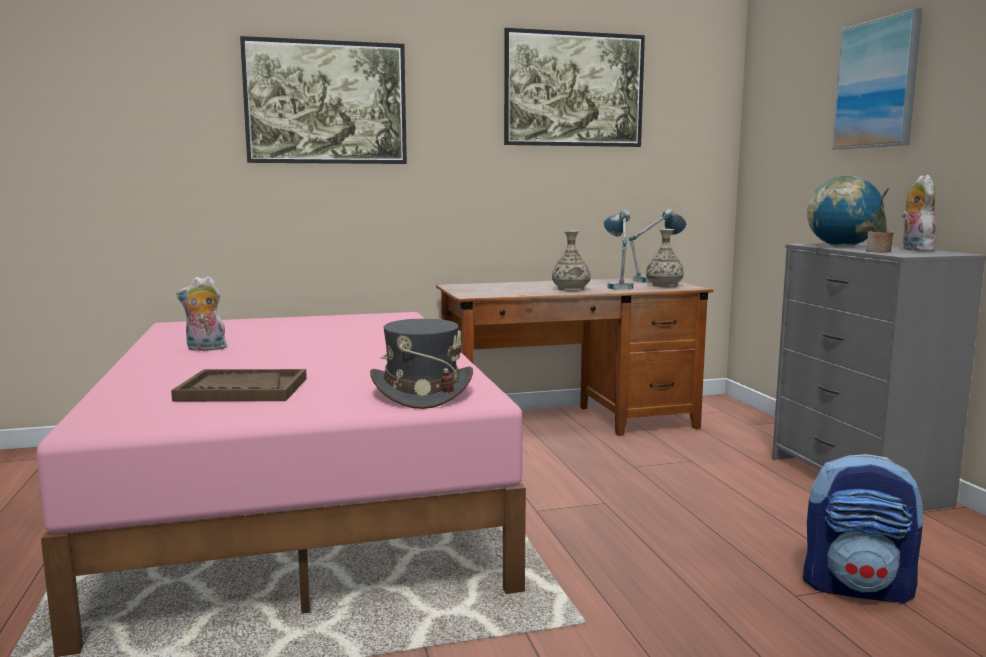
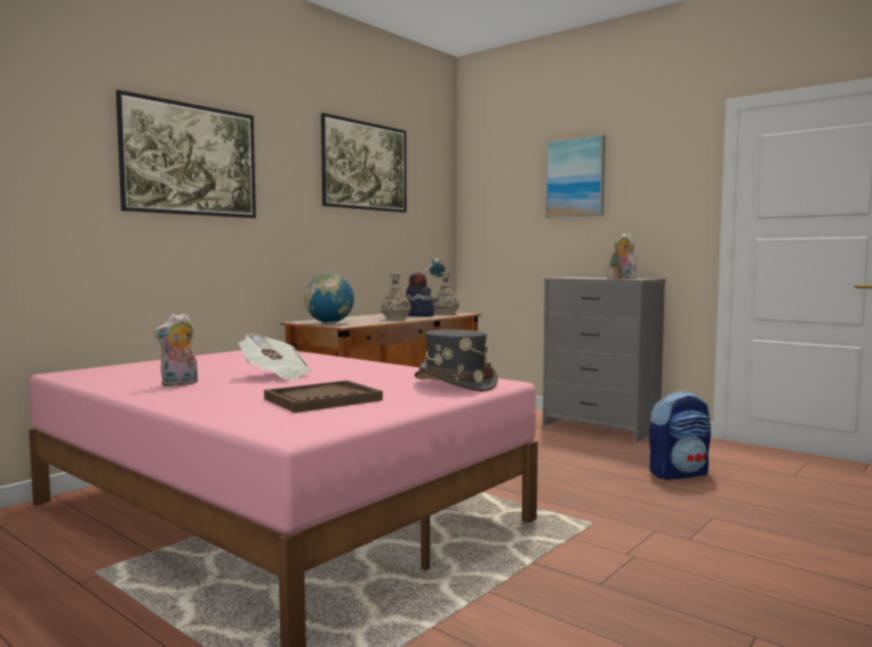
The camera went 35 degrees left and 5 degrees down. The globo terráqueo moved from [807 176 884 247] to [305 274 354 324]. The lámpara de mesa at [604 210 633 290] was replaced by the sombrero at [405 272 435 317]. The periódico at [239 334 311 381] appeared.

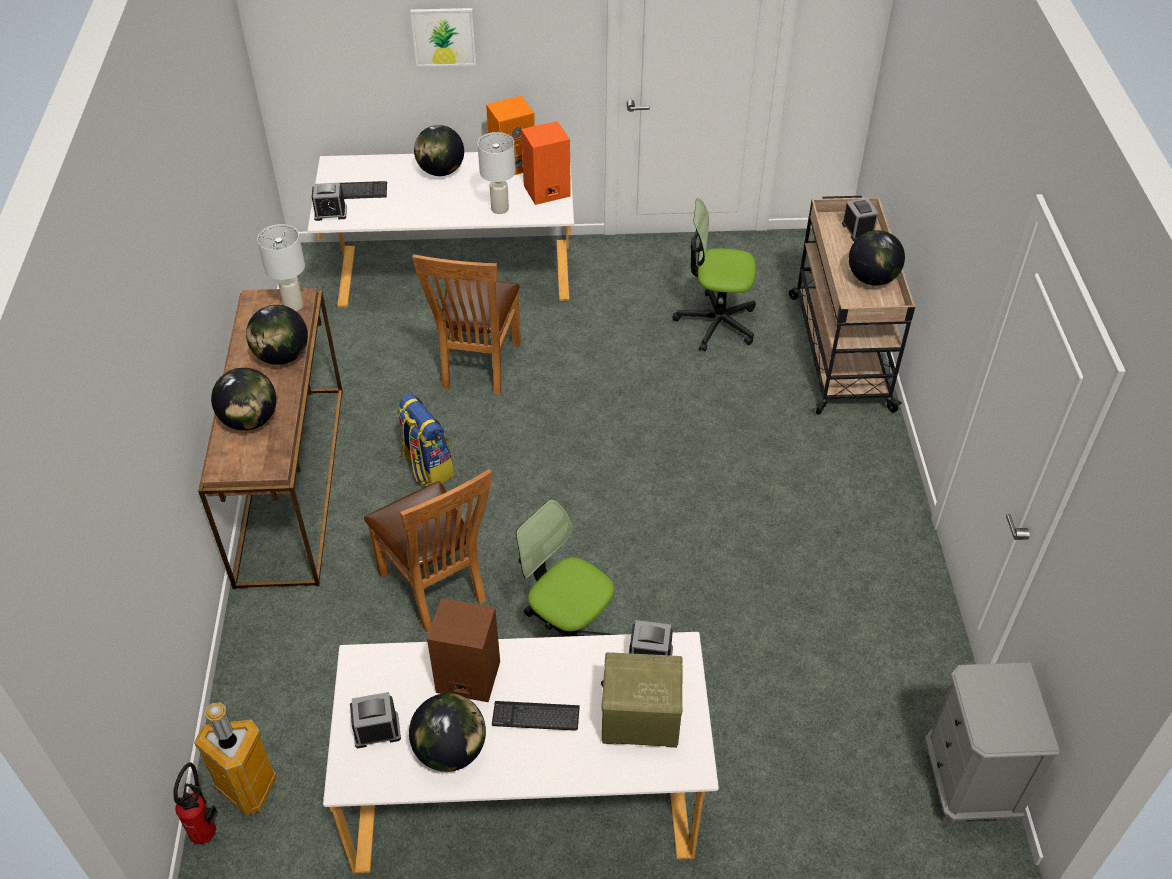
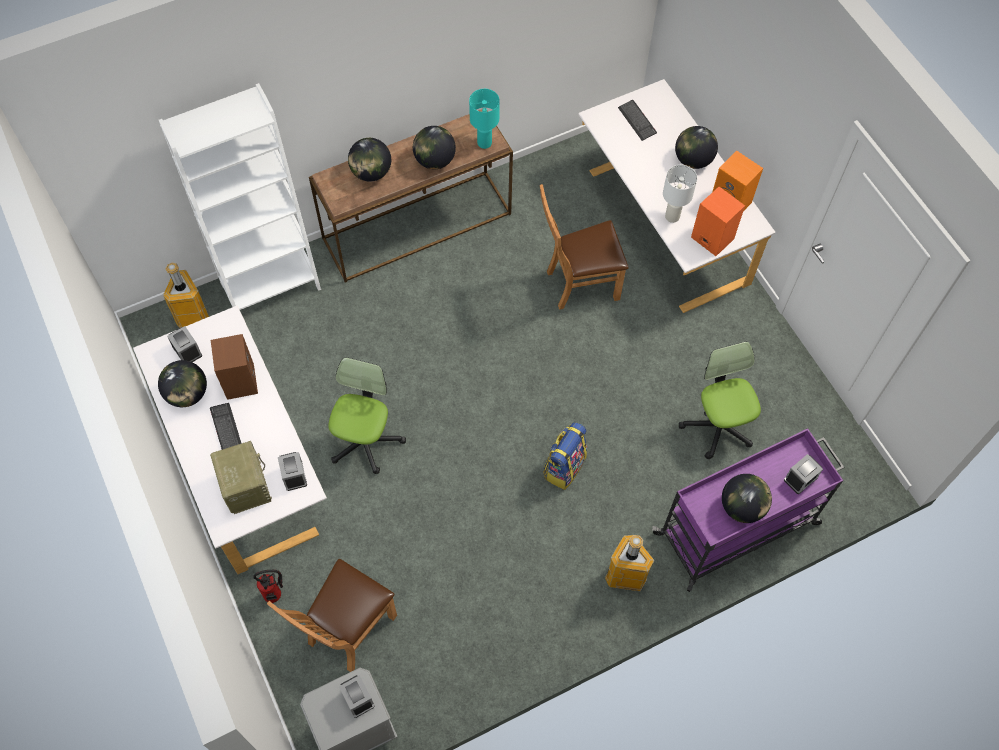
The camera went 65 degrees right and 15 degrees up. The cuadro at [410 8 476 67] disappeared. The despertador moved from [312 182 347 221] to [339 675 375 718]. The carrito (beis) at [789 196 915 415] became the carrito (morado) at [652 428 844 592]. The lámpara de mesa (blanco) at [257 224 305 311] became the lámpara de mesa (turquesa) at [469 89 500 149]. The mochila moved from [397 394 454 486] to [543 422 587 490]. The silla (marrón) moved from [364 469 492 633] to [267 559 397 672]. The extintor moved from [173 762 217 844] to [253 570 283 603]. The estantería (blanco) at [159 83 321 310] appeared. The papelera at [605 535 654 591] appeared.

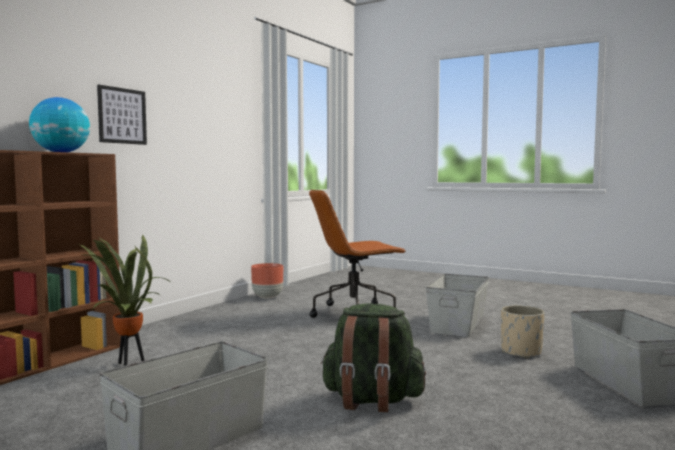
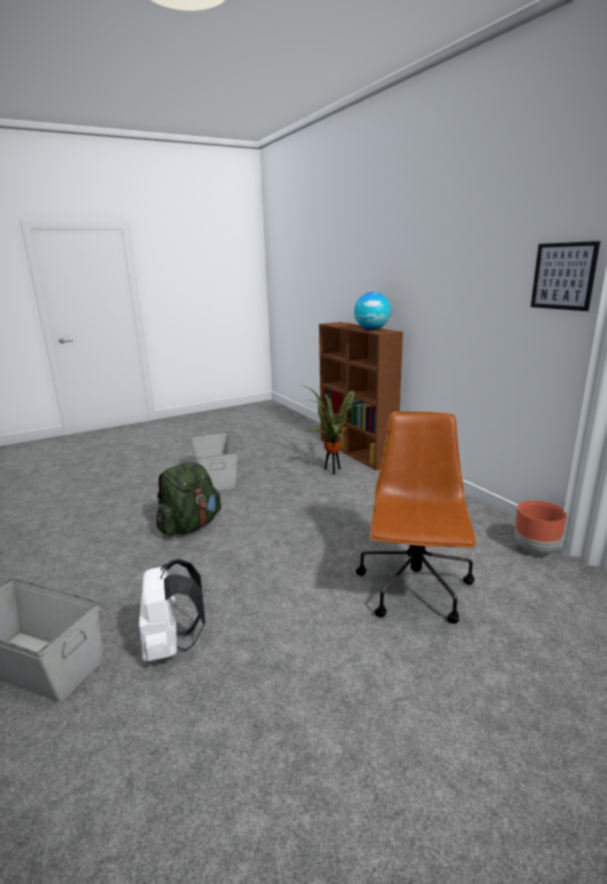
The camera went 120 degrees right and 15 degrees up. The cuadro moved from [97 84 147 145] to [531 241 600 311]. The caja de almacenaje (gris) at [425 274 489 337] disappeared. The maceta (beis) at [501 305 545 358] was replaced by the mochila (blanco) at [139 559 206 661].

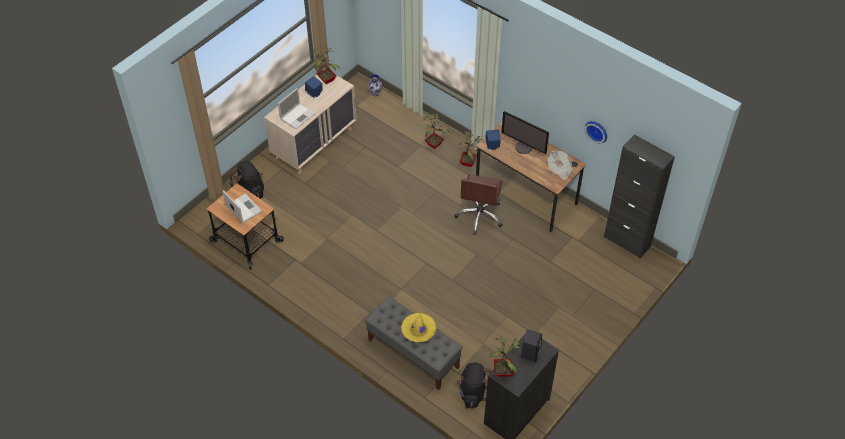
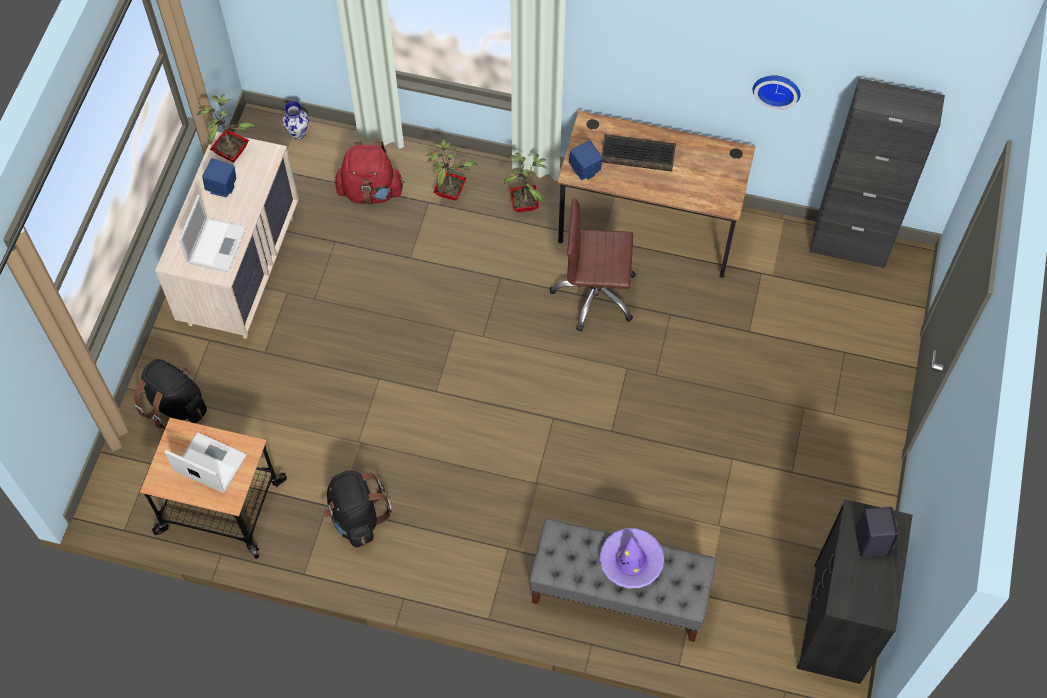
The camera went 25 degrees left and 10 degrees up. The monitor at [501 111 549 154] was replaced by the teclado at [602 134 676 172]. The periódico at [547 150 573 180] disappeared. The silla de oficina (marrón) at [454 174 503 235] turned 105 degrees clockwise. The sombrero (amarillo) at [401 313 436 342] became the sombrero (morado) at [600 528 664 588]. The planta en maceta at [490 337 521 377] disappeared. The mochila (negro) moved from [456 362 491 408] to [323 470 392 548]. The mochila (rojo) at [335 141 404 204] appeared.

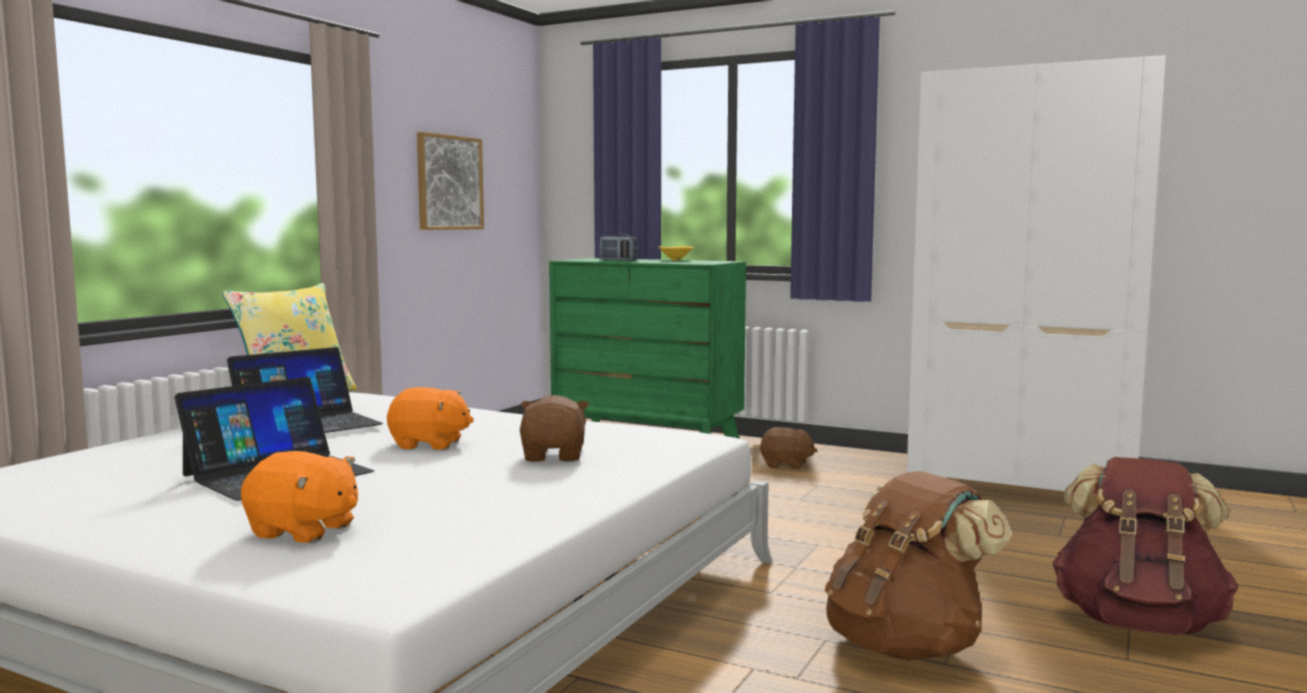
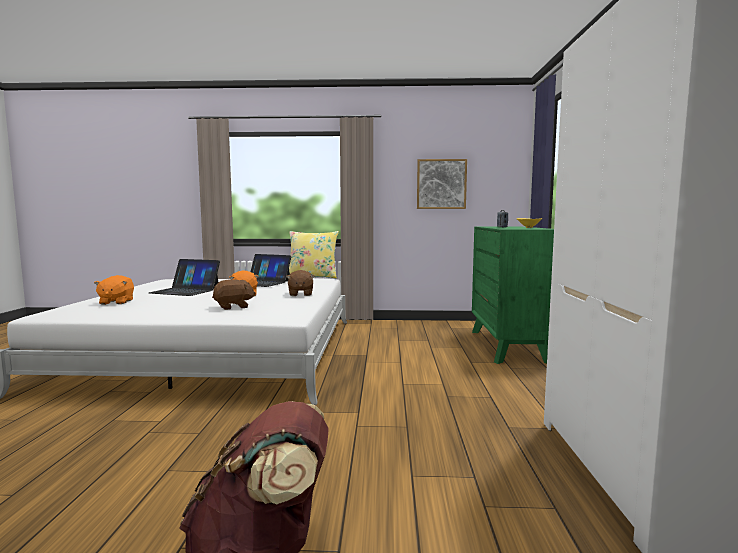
The camera went 65 degrees right and 0 degrees up. The peluche (marrón) moved from [760 427 817 470] to [286 270 314 296]. The mochila (marrón) at [825 471 1011 661] disappeared.

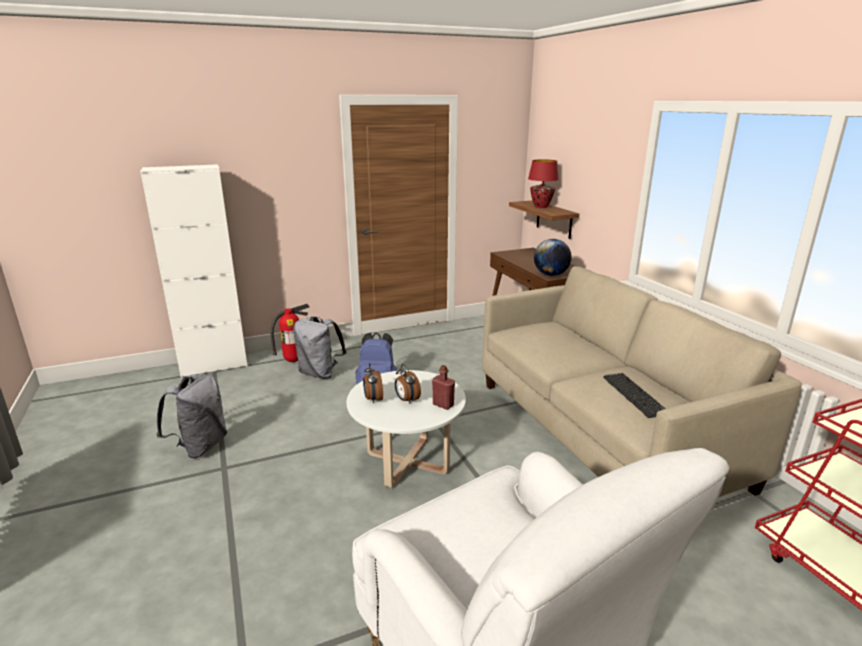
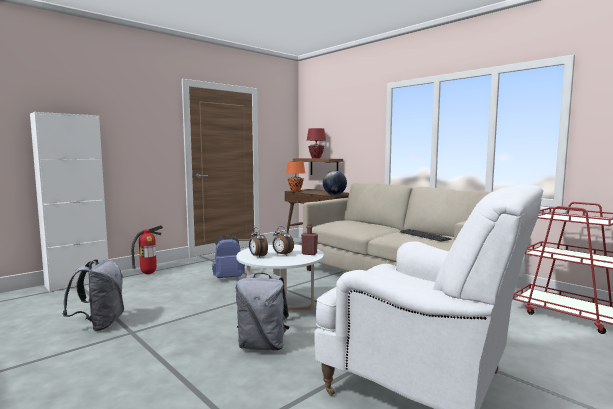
The camera went 20 degrees left and 15 degrees down. The mochila (gris) moved from [293 316 347 379] to [236 273 289 350]. The lámpara de mesa (naranja) at [286 161 305 191] appeared.

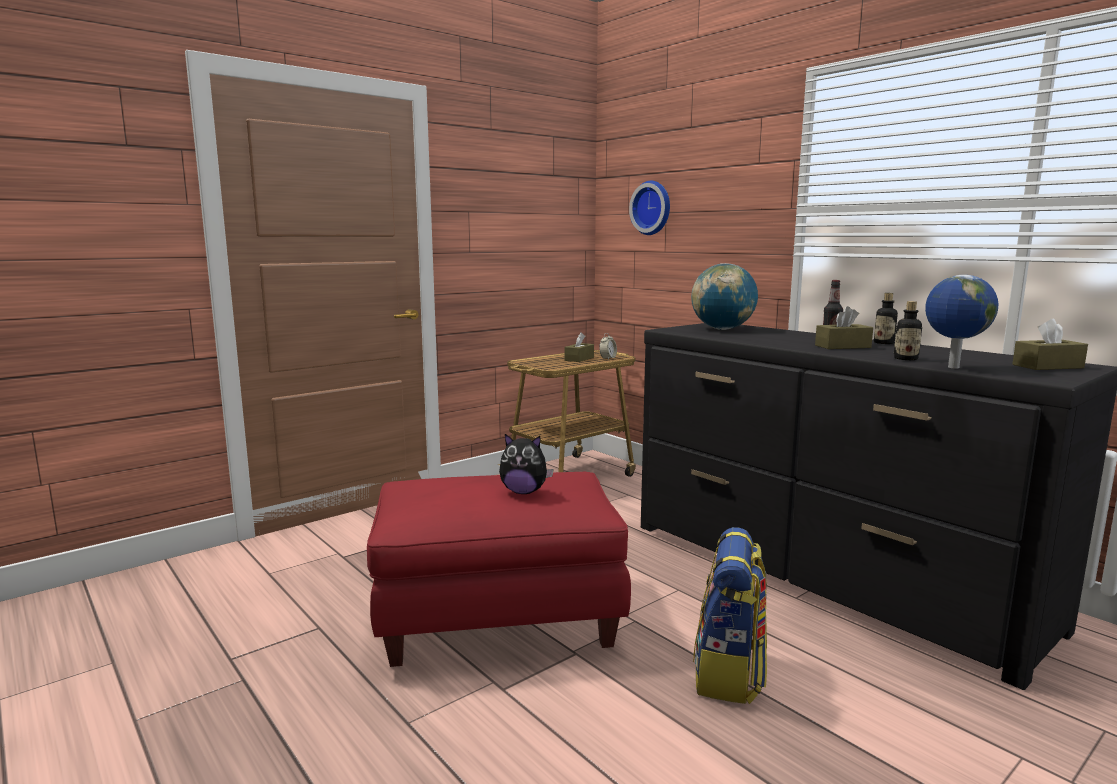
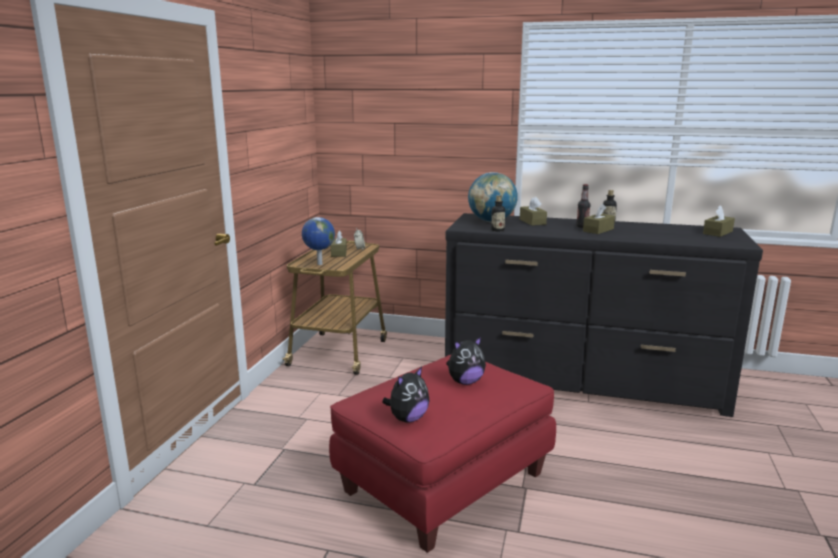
The camera went 35 degrees left and 5 degrees up. The reloj de pared at [629 181 670 235] disappeared. The globo terráqueo moved from [925 275 998 369] to [302 217 335 265]. The botella moved from [894 301 922 360] to [491 195 505 231]. The mochila at [693 527 767 704] disappeared. The caja de pañuelos (marrón) at [520 196 547 226] appeared. The peluche at [382 367 430 423] appeared.

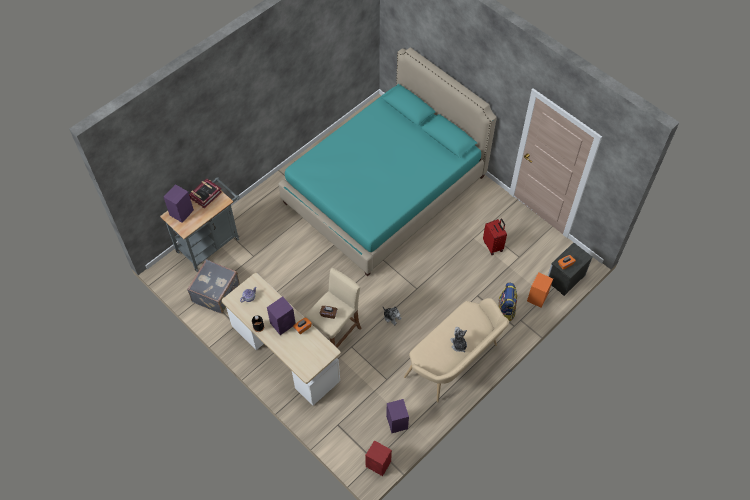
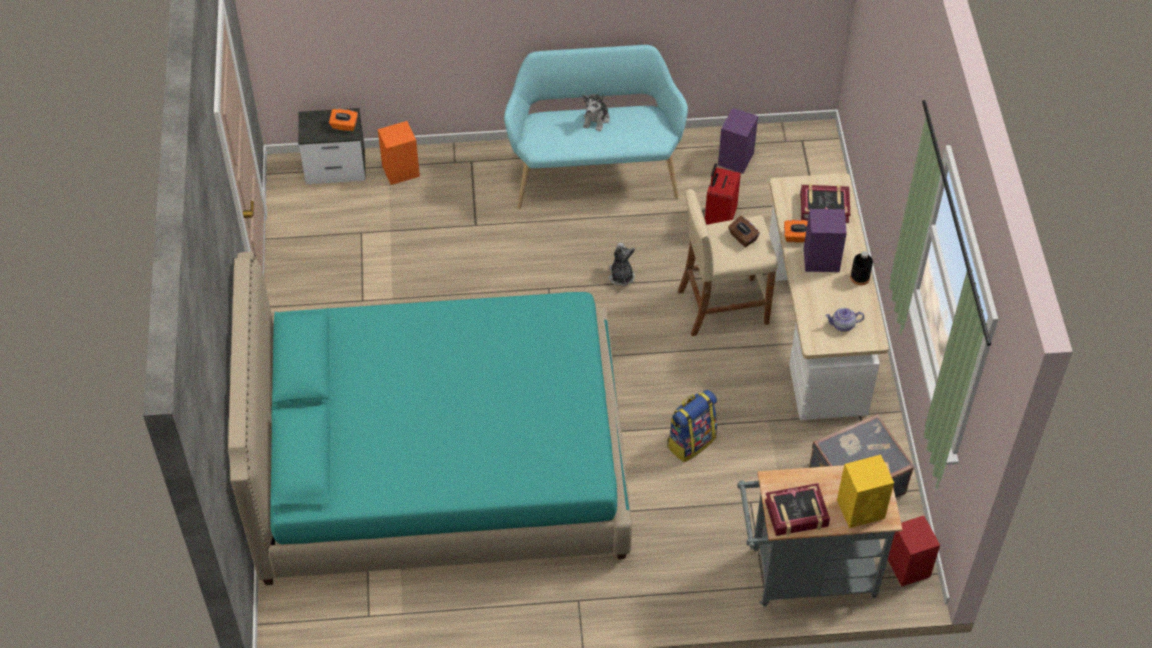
The camera went 140 degrees left and 5 degrees down. The altavoz (morado) at [164 184 194 223] became the altavoz (amarillo) at [837 455 894 528]. The maleta (rojo) moved from [483 219 507 255] to [705 163 741 225]. The mochila moved from [498 283 517 321] to [667 390 717 463]. The banco (beis) at [404 298 509 402] became the banco (turquesa) at [504 45 688 209]. The altavoz (rojo) moved from [365 440 392 476] to [888 516 940 586]. The libro at [800 184 850 223] appeared.

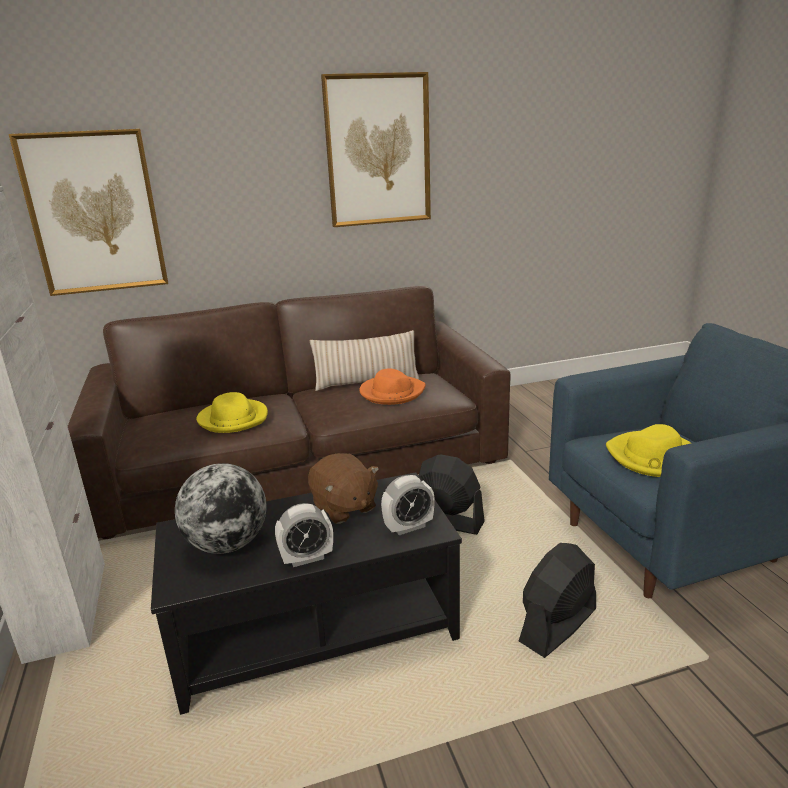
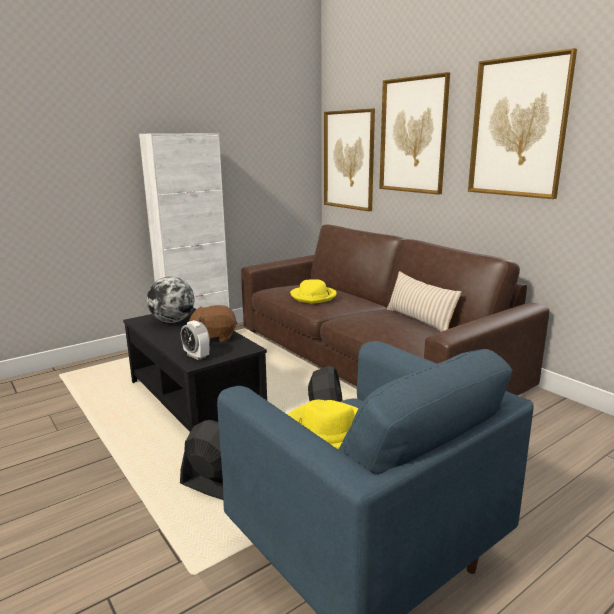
The camera went 70 degrees right and 5 degrees down. The sombrero (naranja) at [359 369 426 405] disappeared. The peluche (marrón) at [308 453 379 524] turned 45 degrees clockwise. The despertador at [275 503 333 567] disappeared. The cuadro at [379 72 450 195] appeared.

